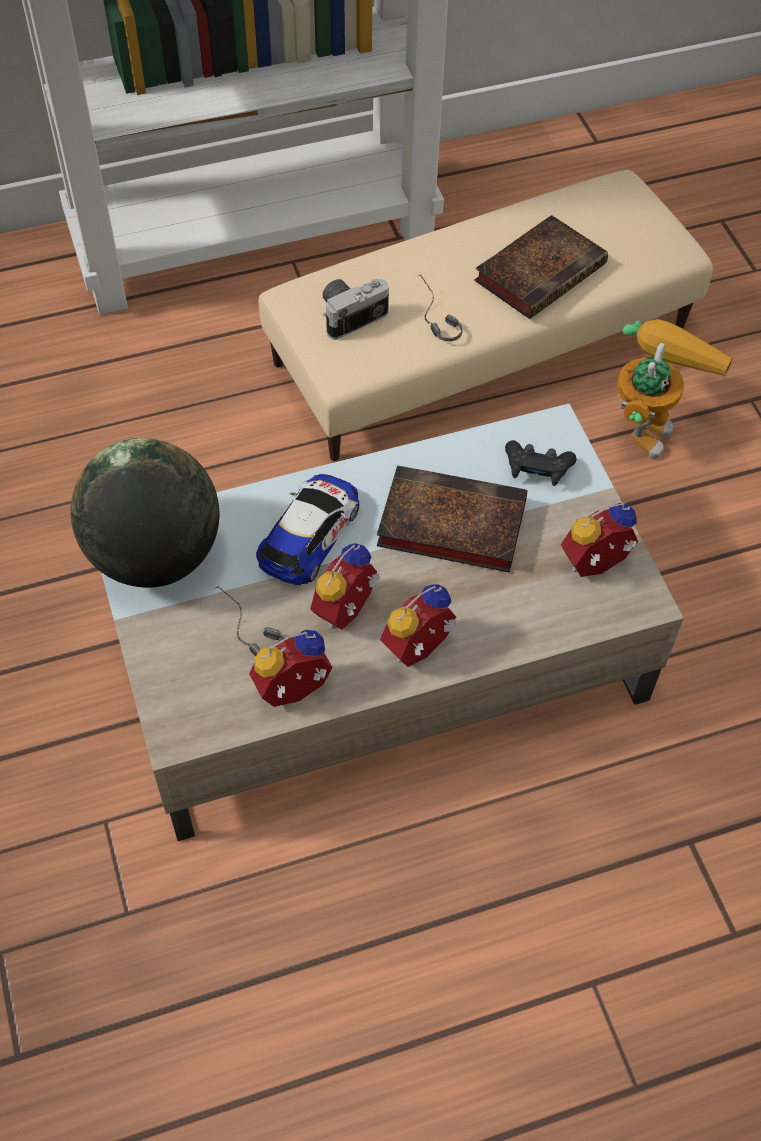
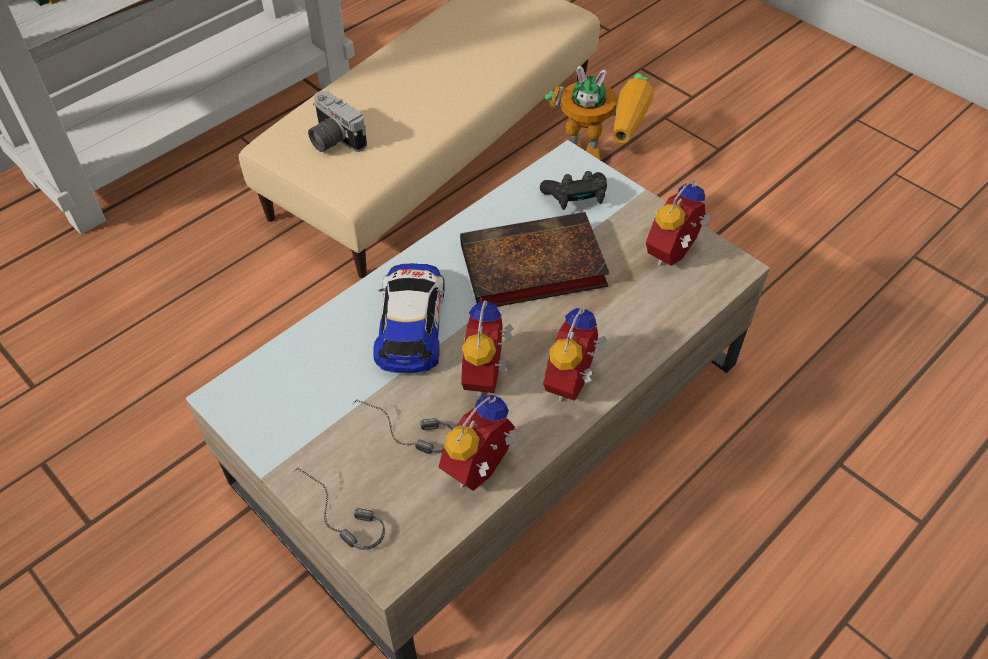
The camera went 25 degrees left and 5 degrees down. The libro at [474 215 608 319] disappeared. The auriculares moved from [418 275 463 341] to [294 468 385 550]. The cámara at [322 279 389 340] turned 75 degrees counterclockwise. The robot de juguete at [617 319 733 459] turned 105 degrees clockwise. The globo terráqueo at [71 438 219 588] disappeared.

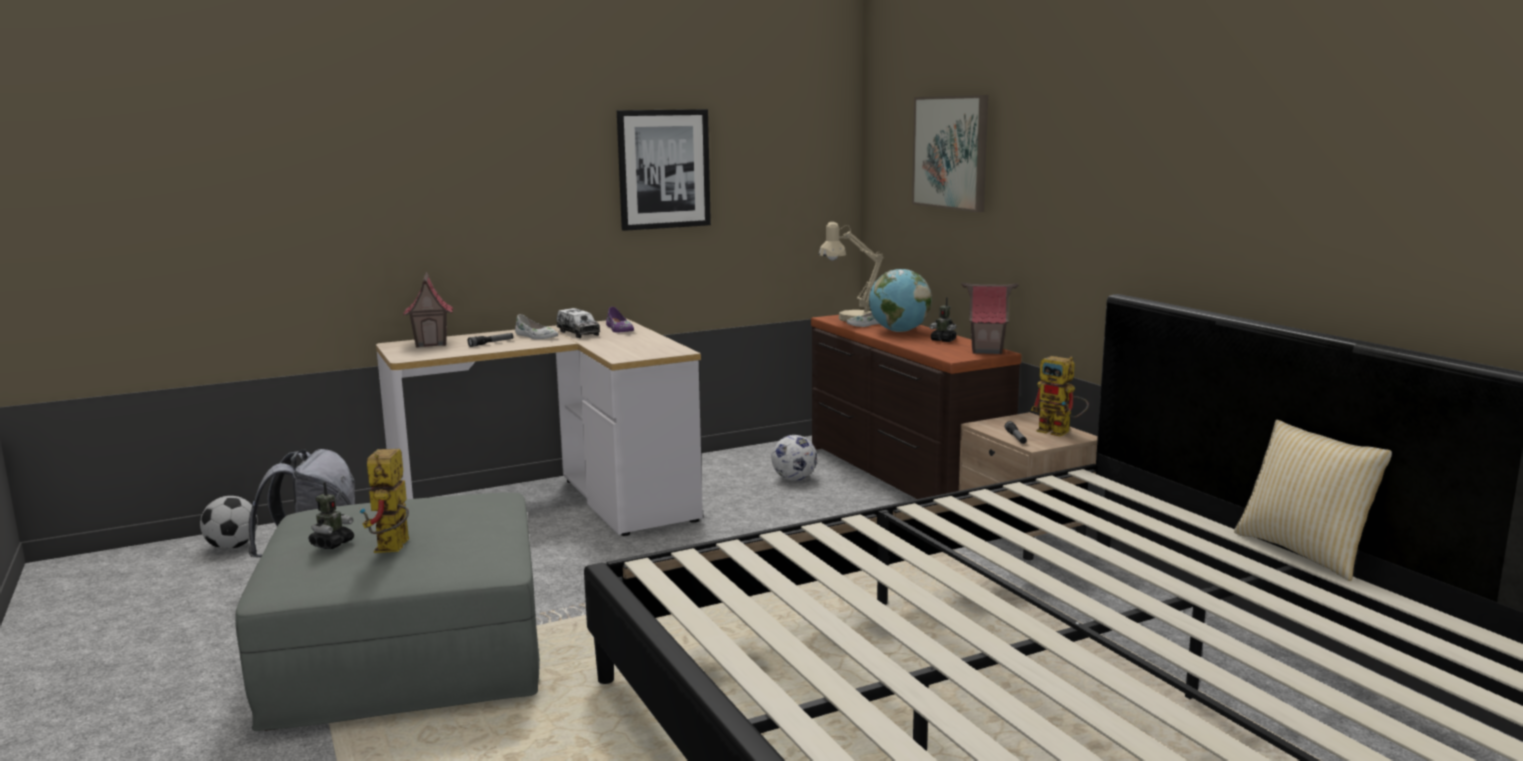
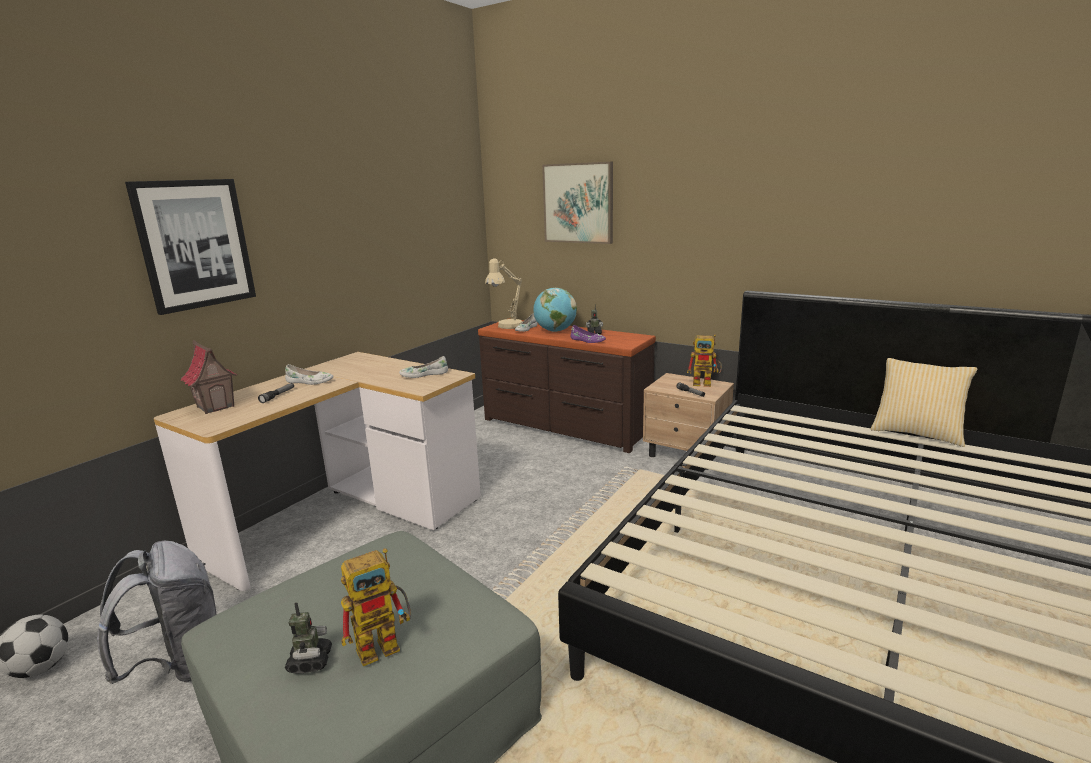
The camera went 30 degrees left and 5 degrees up. The cuadro moved from [617 109 711 231] to [125 179 256 315]. The casita at [961 283 1018 354] disappeared. The zapato (morado) moved from [606 307 634 332] to [571 325 606 343]. The camión de juguete at [557 308 600 338] disappeared. The balón de fútbol at [772 435 817 481] disappeared. The robot de juguete at [360 449 409 553] turned 90 degrees counterclockwise. The zapato (blanco) at [399 356 448 378] appeared.

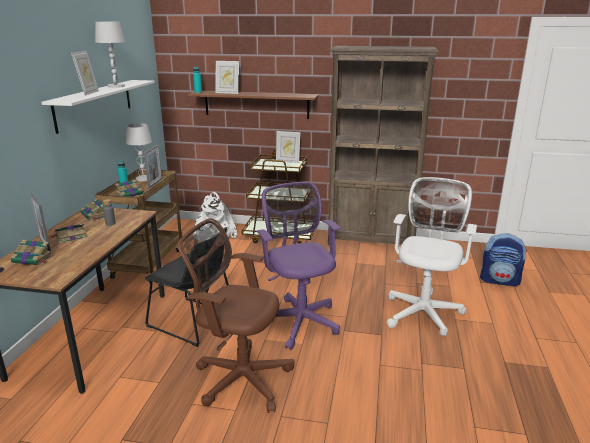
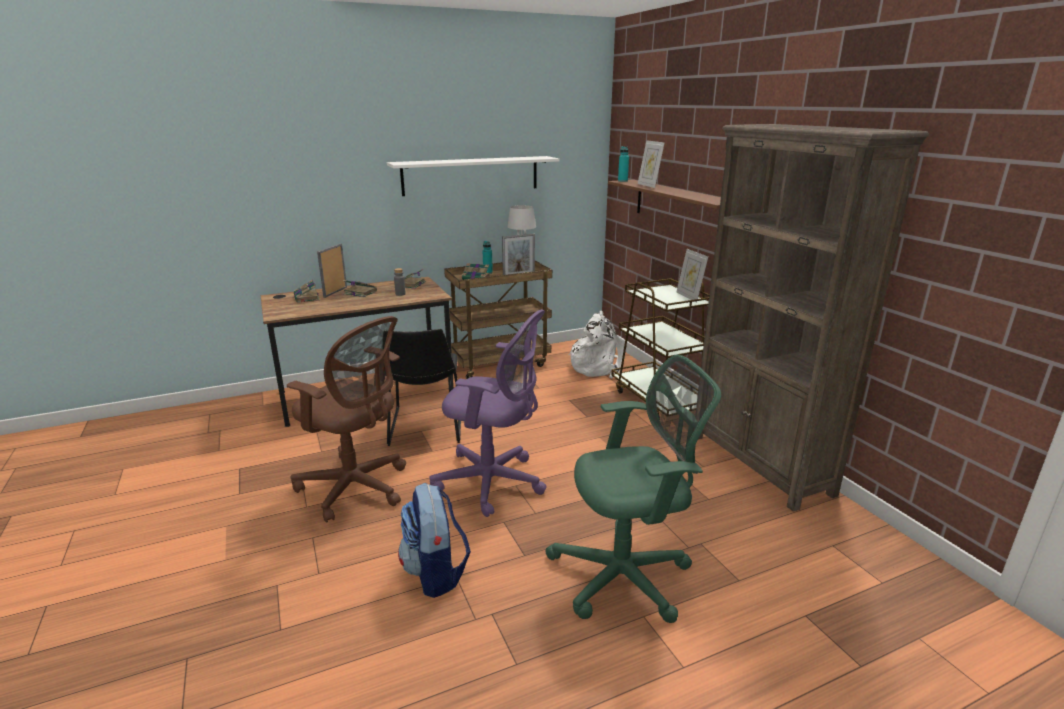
The camera went 55 degrees right and 0 degrees up. The lámpara de mesa (blanco) at [95 21 125 88] disappeared. The portarretratos at [71 50 99 96] disappeared. The silla de oficina (blanco) at [387 177 477 336] became the silla de oficina (verde) at [545 354 721 623]. The silla de oficina (morado) at [256 182 341 350] turned 75 degrees clockwise. The silla de oficina (marrón) at [177 218 294 413] turned 135 degrees clockwise. The mochila moved from [480 233 527 287] to [398 483 471 598].

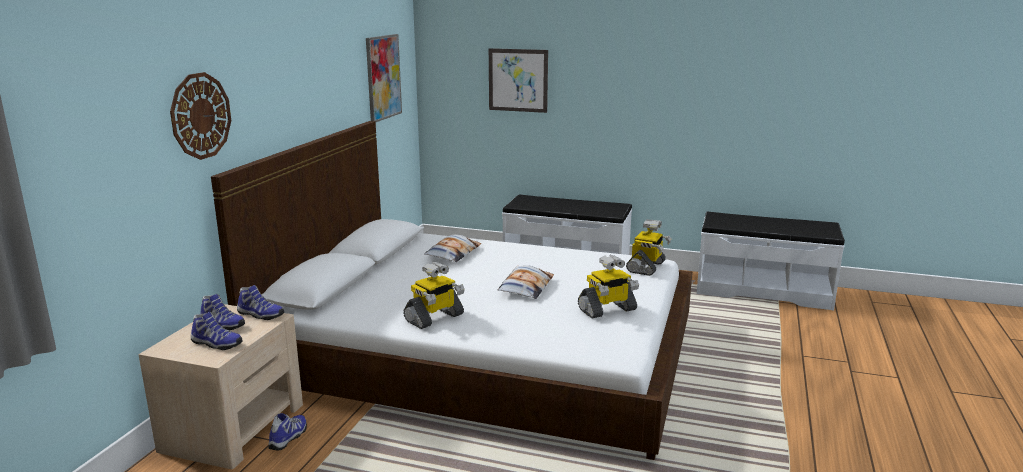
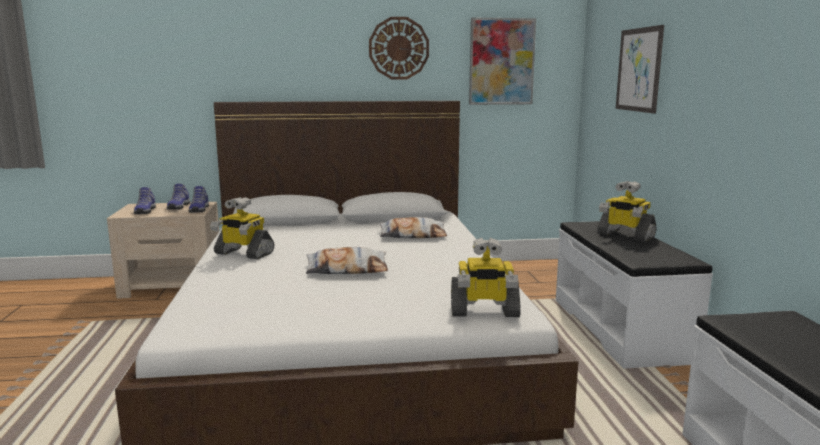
The camera went 65 degrees right and 5 degrees down. The reloj de pared moved from [170 72 231 160] to [369 17 429 79]. The robot de juguete moved from [578 255 639 318] to [597 181 657 242]. The zapato at [268 413 307 451] disappeared.

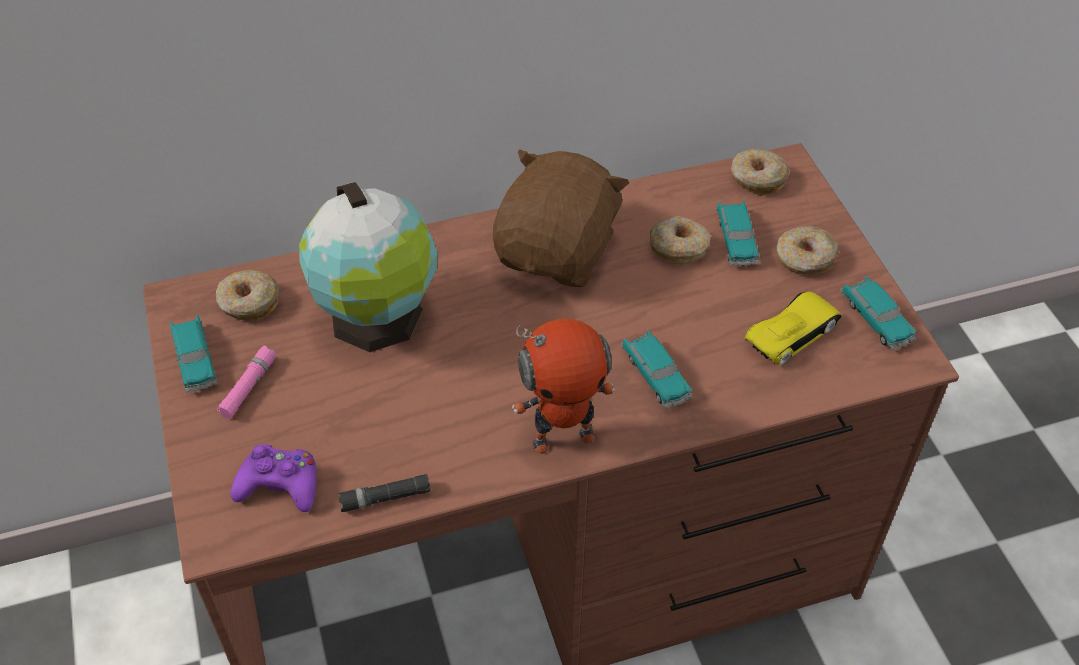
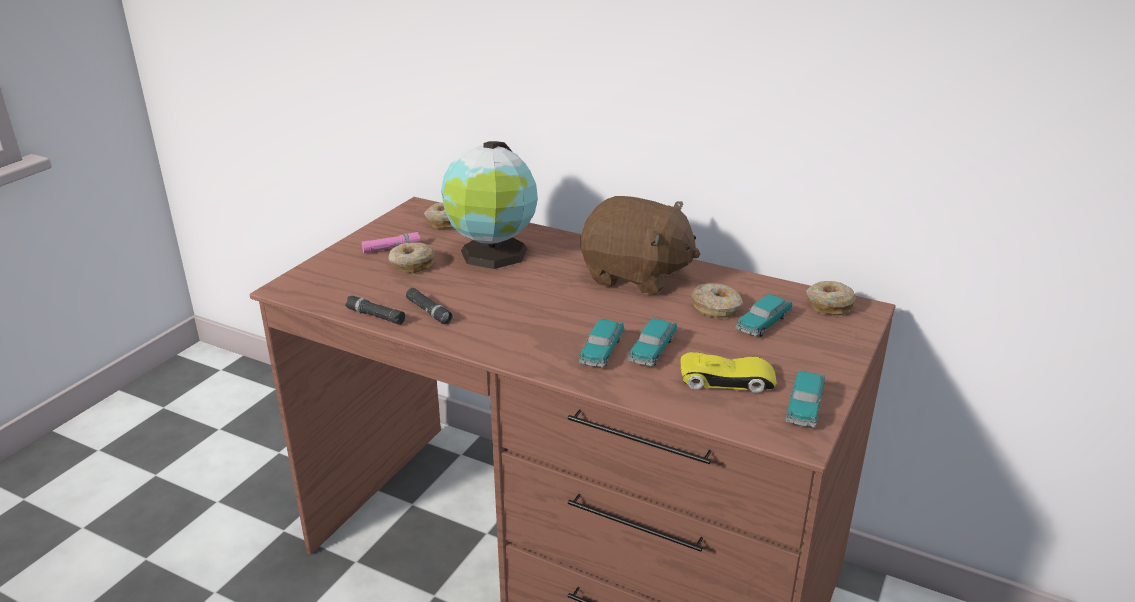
The camera went 45 degrees right and 20 degrees down. The peluche (marrón) at [493 149 629 287] turned 45 degrees clockwise. The rosquilla moved from [776 226 839 275] to [388 243 435 273]. The coche de juguete moved from [170 314 217 393] to [628 318 678 367]. The robot de juguete at [512 318 615 454] disappeared. The mando de consola (morado) at [231 445 317 512] disappeared. The linterna (negro) at [406 288 453 324] appeared.

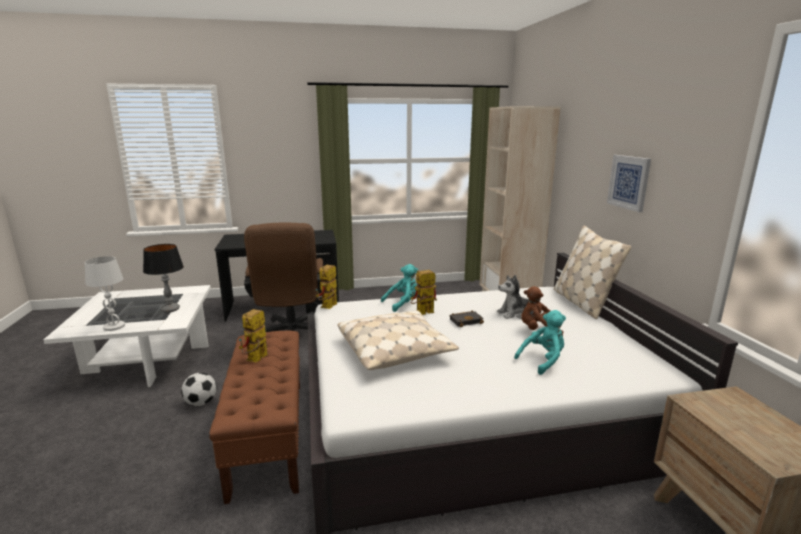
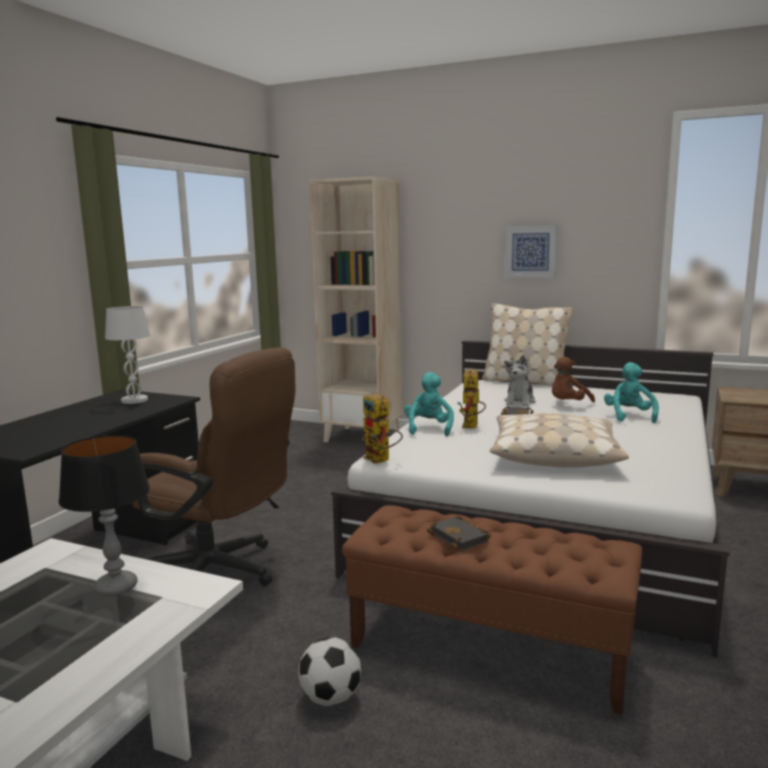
The camera went 55 degrees left and 5 degrees down. The lámpara de mesa (blanco) moved from [85 256 125 331] to [105 306 150 404]. The robot de juguete at [239 309 268 362] was replaced by the libro (negro) at [427 516 491 551].

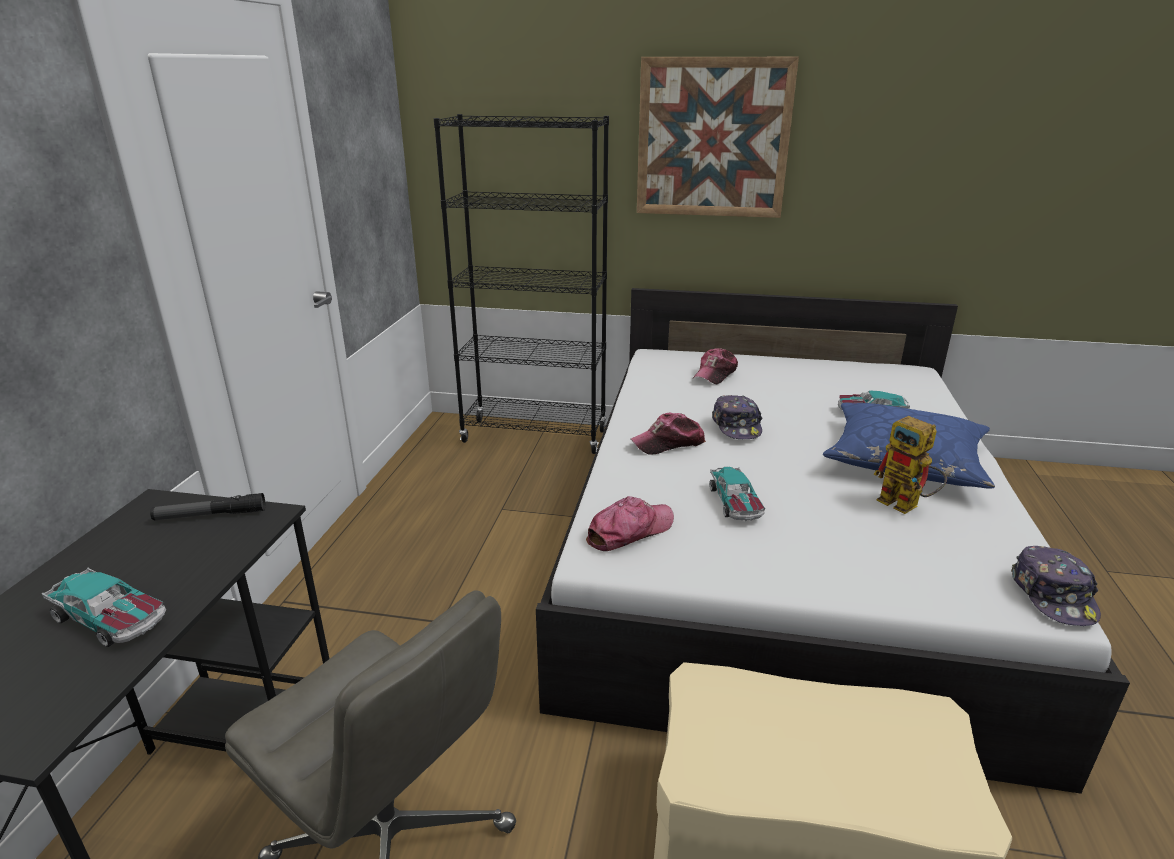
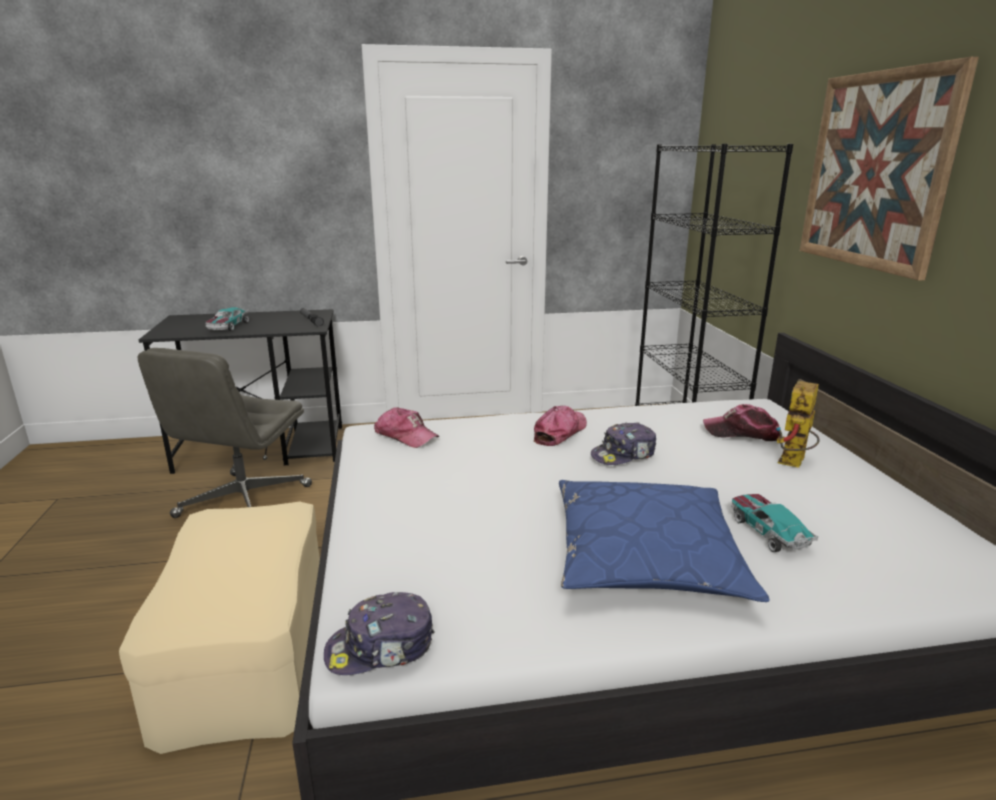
The camera went 70 degrees right and 5 degrees down. The gorra at [631 413 706 455] turned 75 degrees clockwise. The robot de juguete moved from [873 416 947 514] to [776 381 820 468]. The coche de juguete at [709 466 765 521] disappeared.

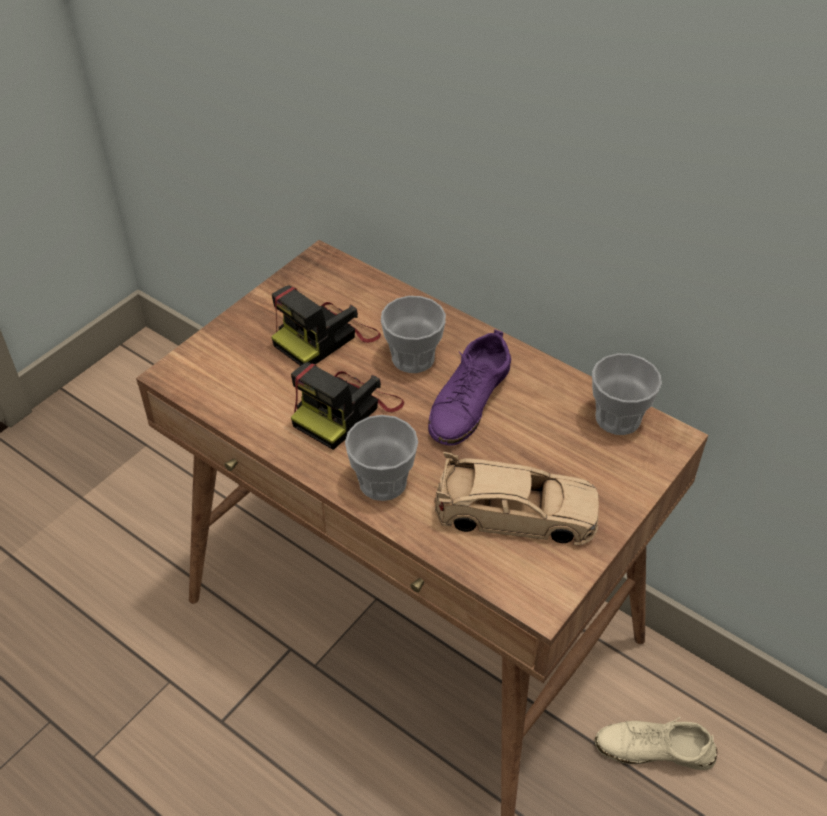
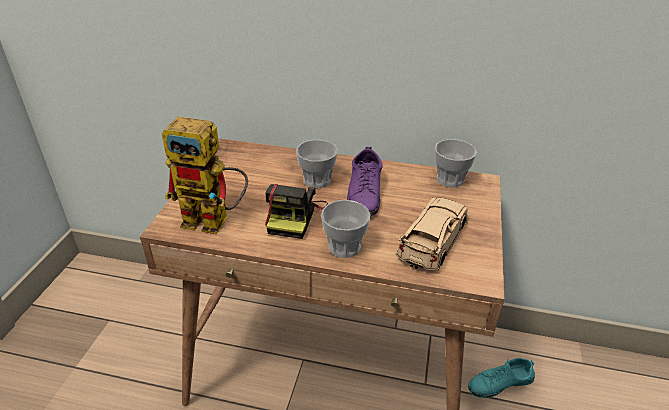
The camera went 25 degrees left and 10 degrees down. The cámara at [271 285 381 366] disappeared. The coche de juguete (beis) at [435 451 599 545] turned 45 degrees counterclockwise. The zapato (beis) at [595 717 717 770] became the zapato (turquesa) at [468 358 535 398]. The robot de juguete at [162 117 248 234] appeared.

